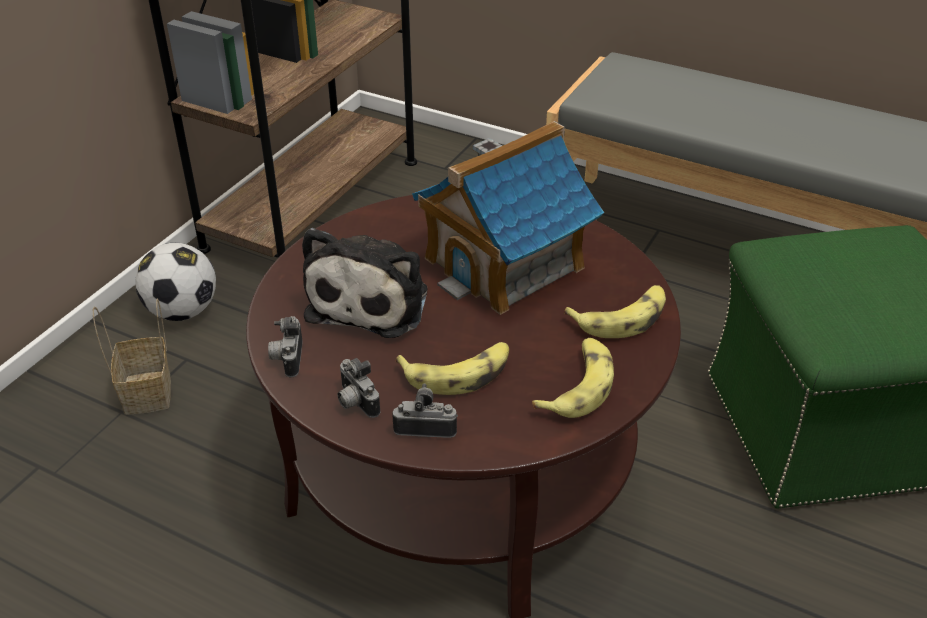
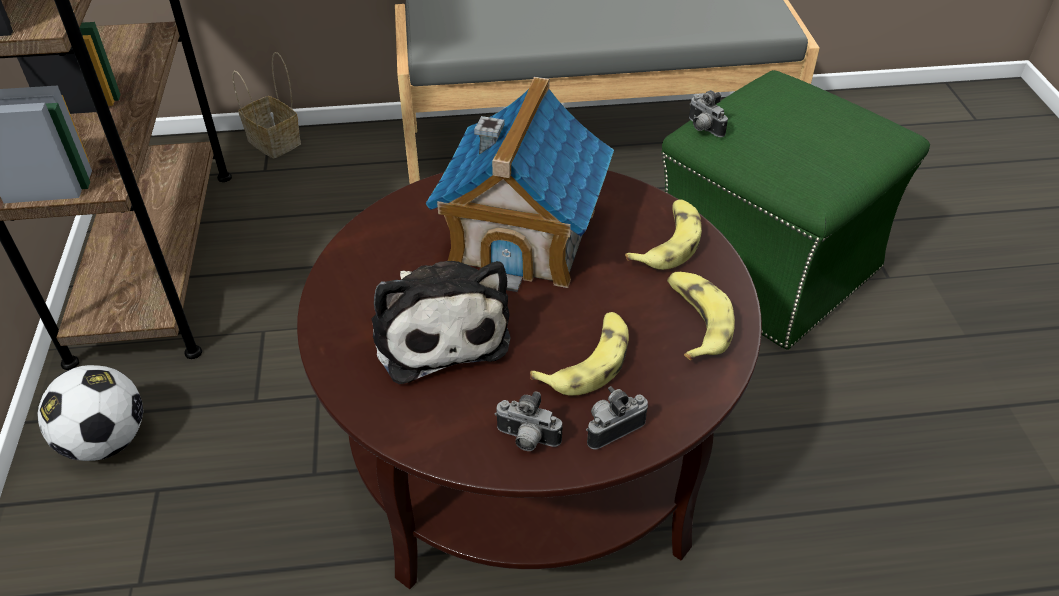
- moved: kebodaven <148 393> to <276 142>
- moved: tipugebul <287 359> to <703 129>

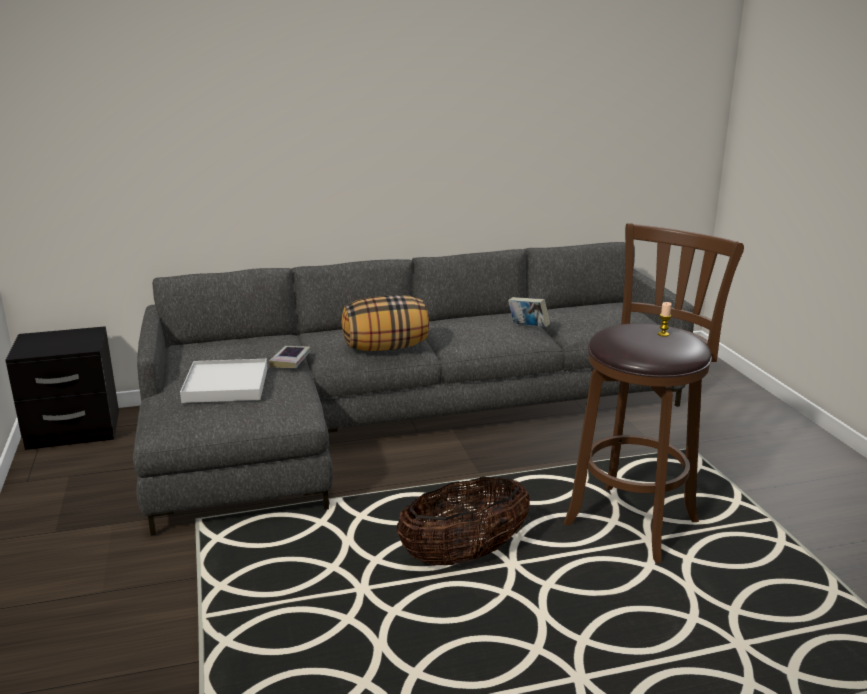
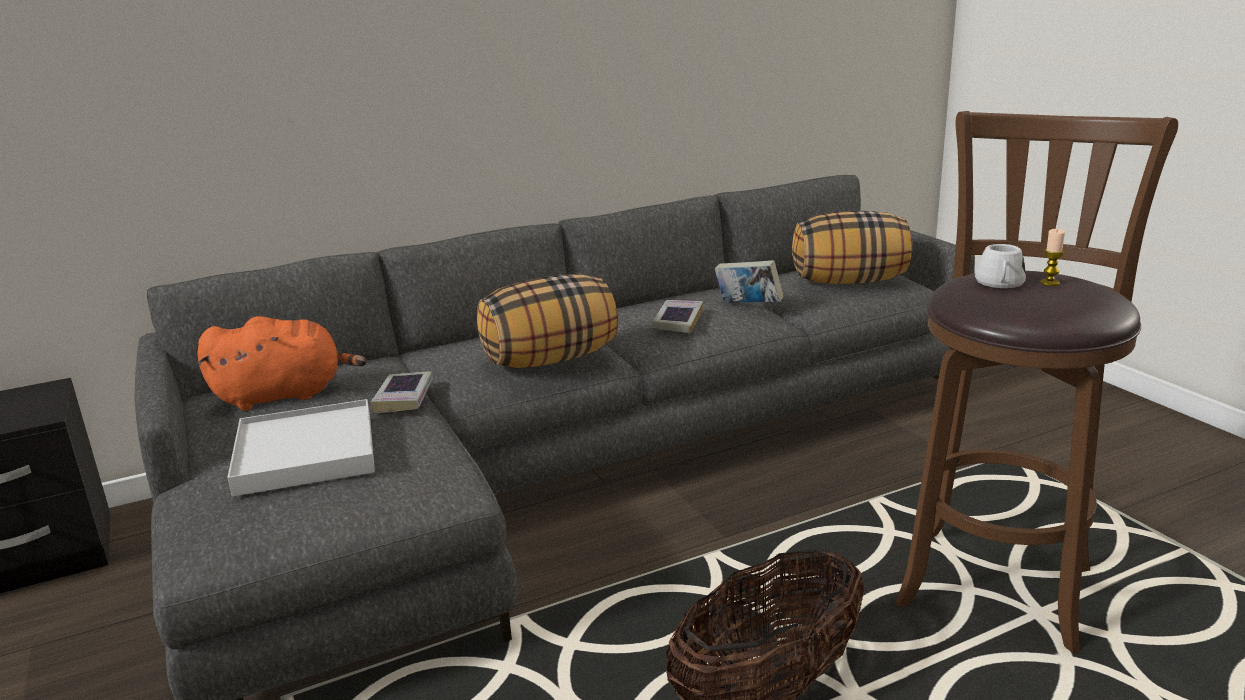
- added: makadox <849 281>
- added: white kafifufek <999 284>
- added: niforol <678 321>
- added: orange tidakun <285 395>

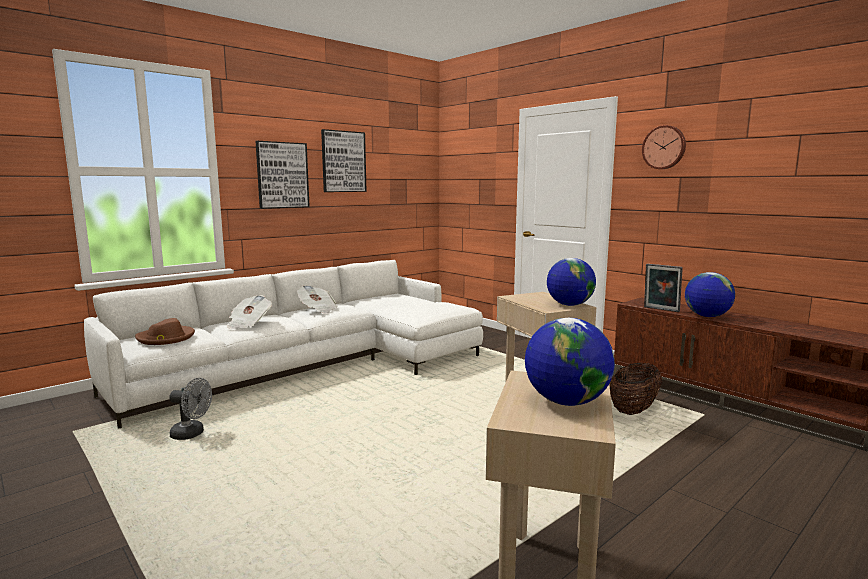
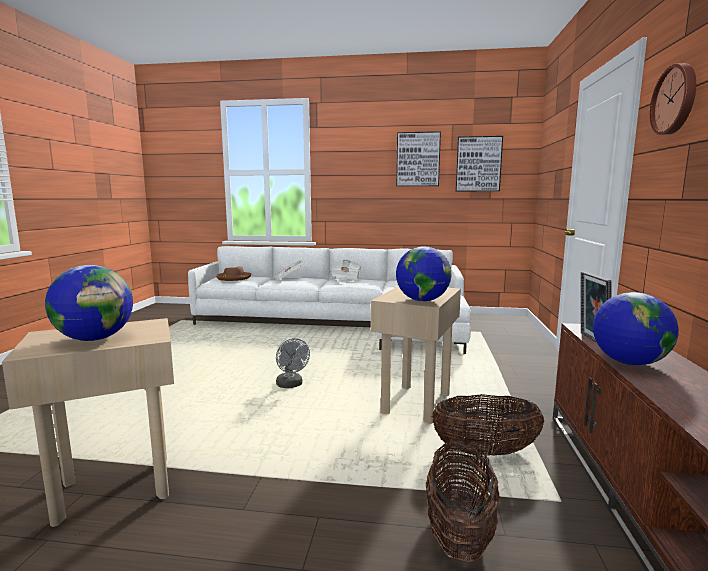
- moved: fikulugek <282 175> to <478 164>
- moved: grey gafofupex <192 434> to <291 385>
- added: kebodaven <459 532>

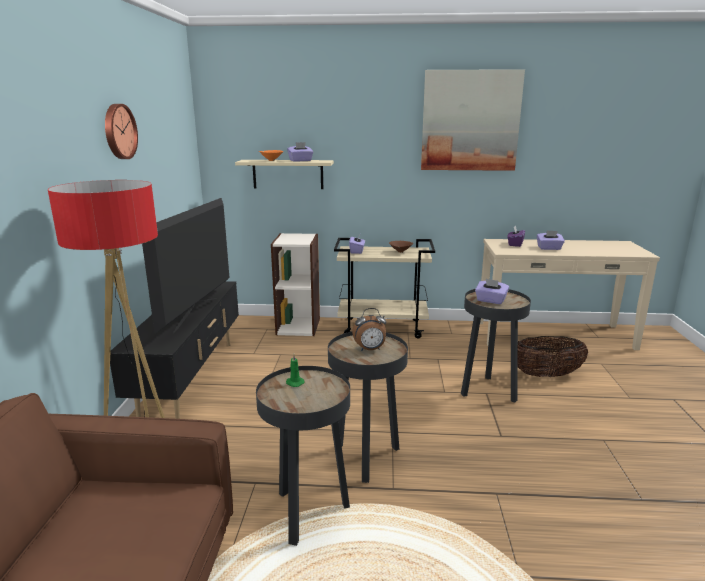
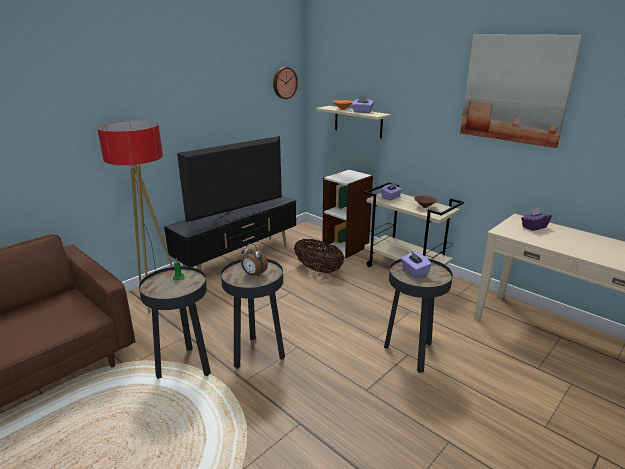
- moved: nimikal <118 131> to <284 83>
- removed: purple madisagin <549 248>
- moved: kebodaven <546 375> to <318 269>

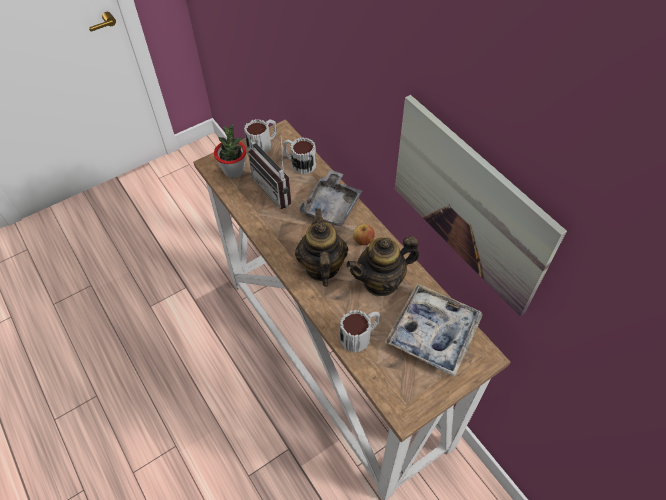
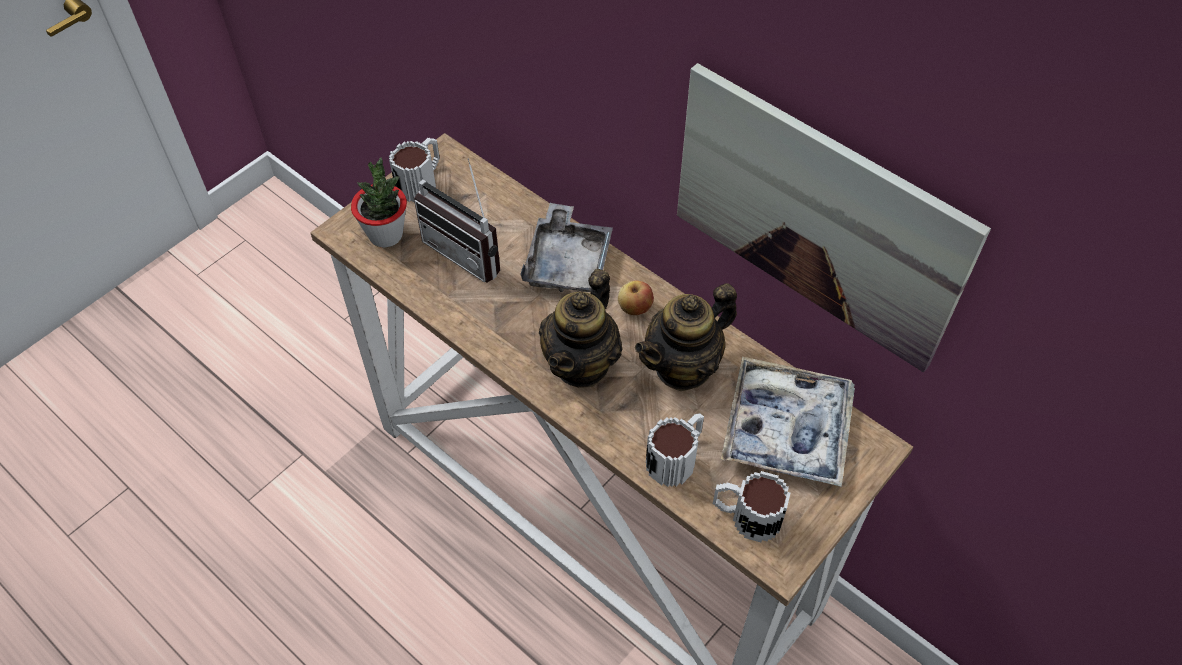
- moved: kafifufek <299 163> to <746 516>
- turned: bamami <321 267> = <582 363> 135 degrees counterclockwise

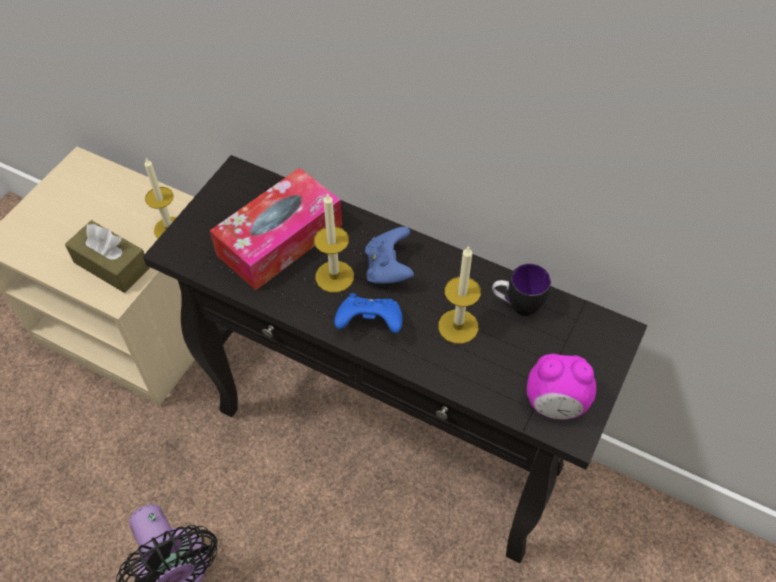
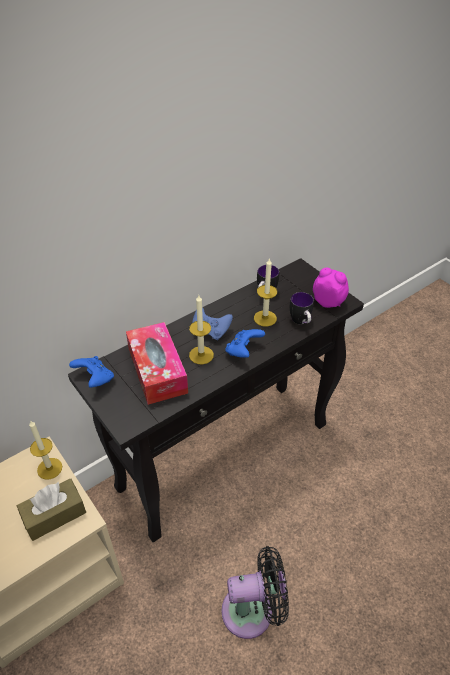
- turned: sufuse <555 404> = <328 302> 90 degrees counterclockwise
- added: kafifufek <301 322>
- added: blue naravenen <95 379>

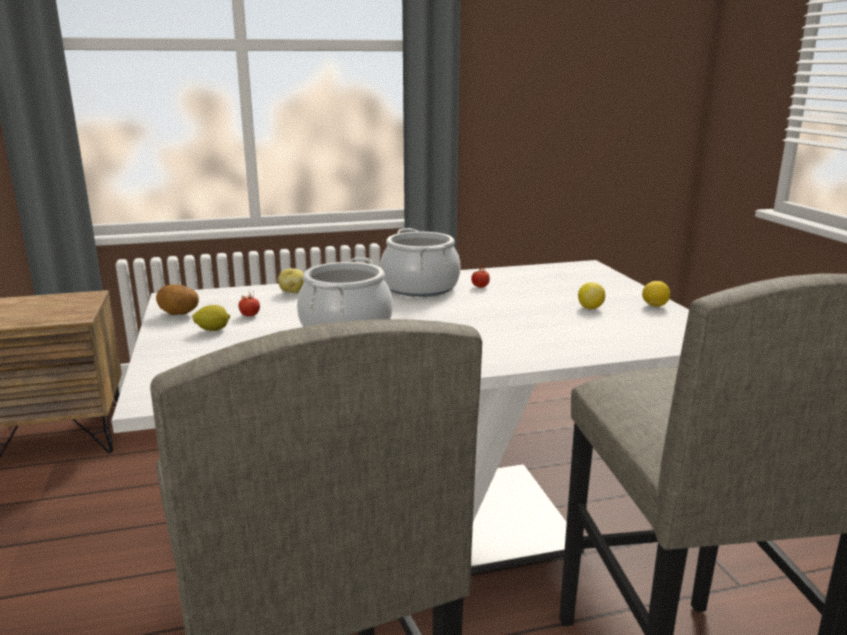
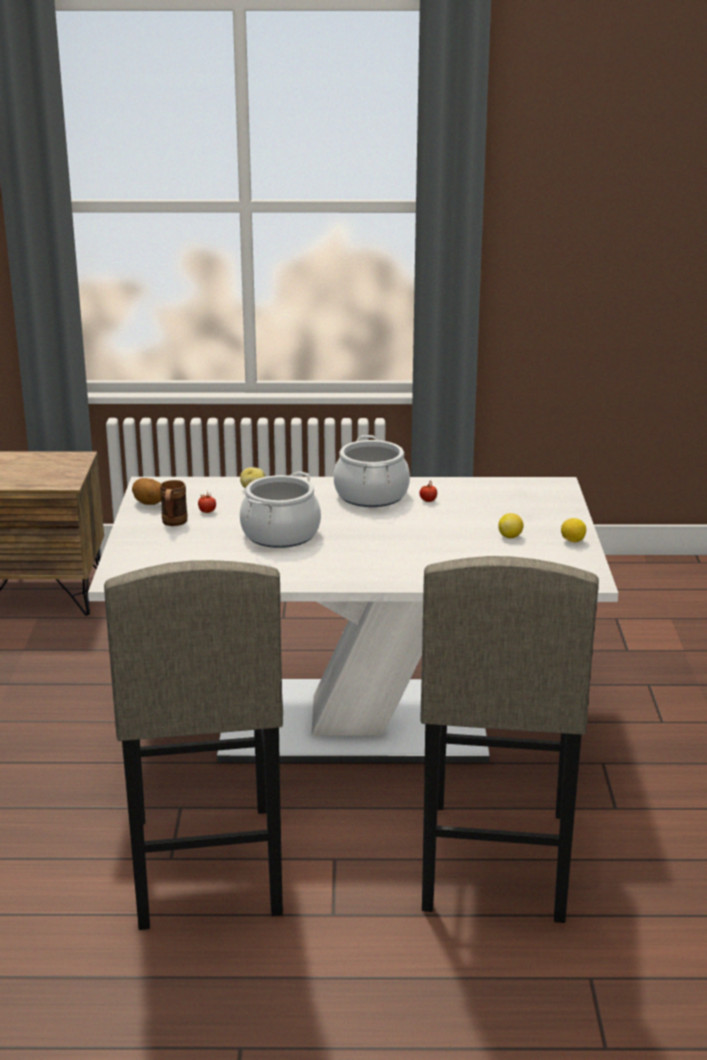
- replaced: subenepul <213 330> to brown kafifufek <173 524>

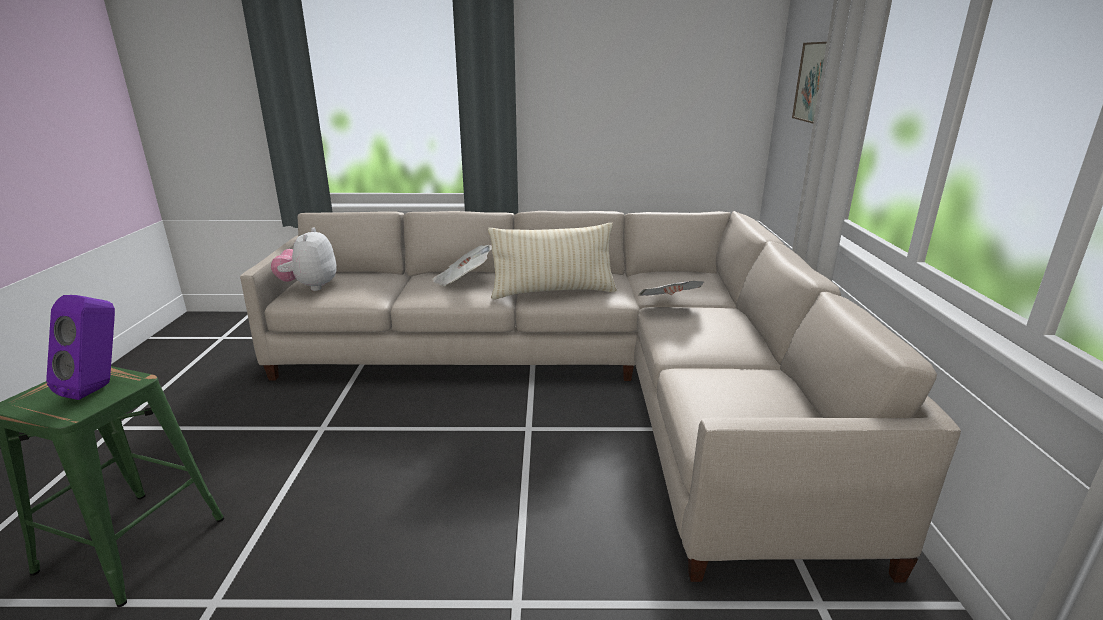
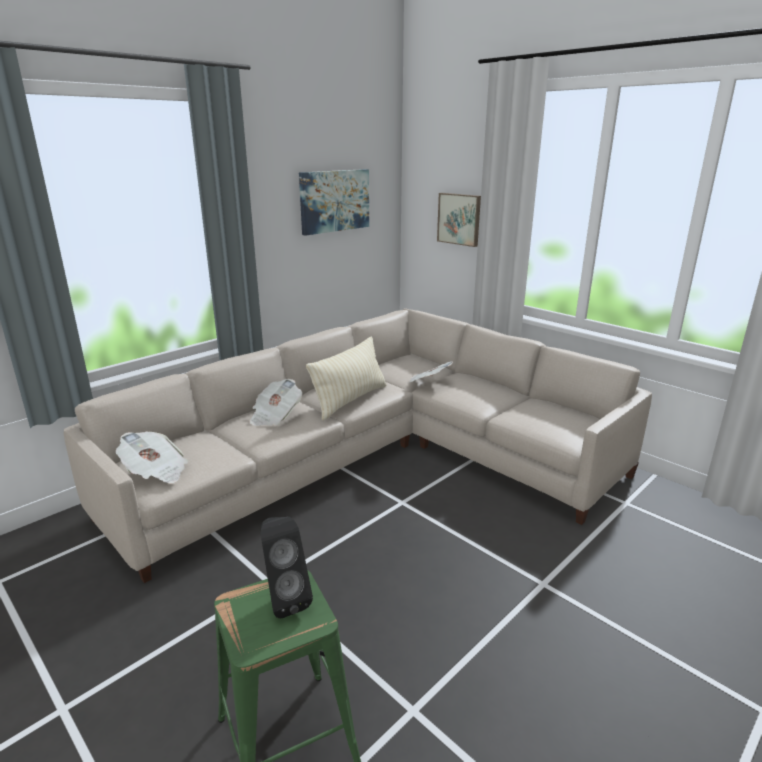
- replaced: tidakun <310 287> to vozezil <156 472>
- recoloured: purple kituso <100 388> to black kituso <284 599>
- added: fikulugek <334 201>

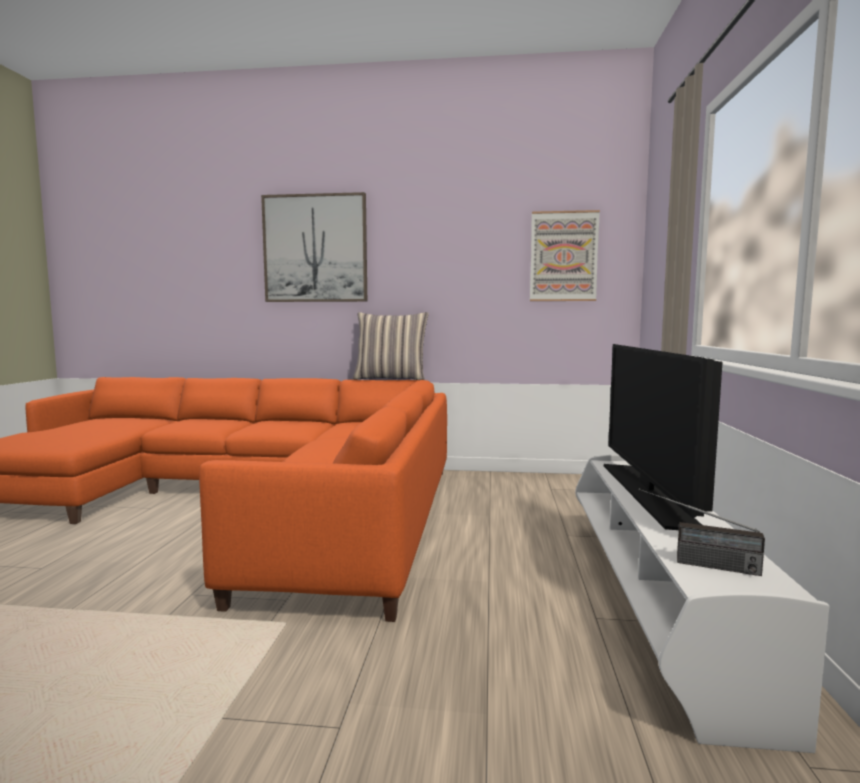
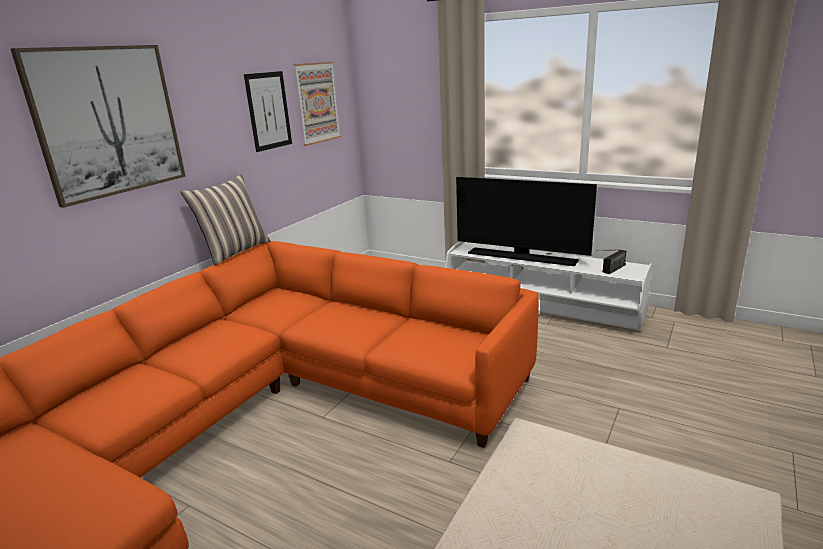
- added: fikulugek <268 111>

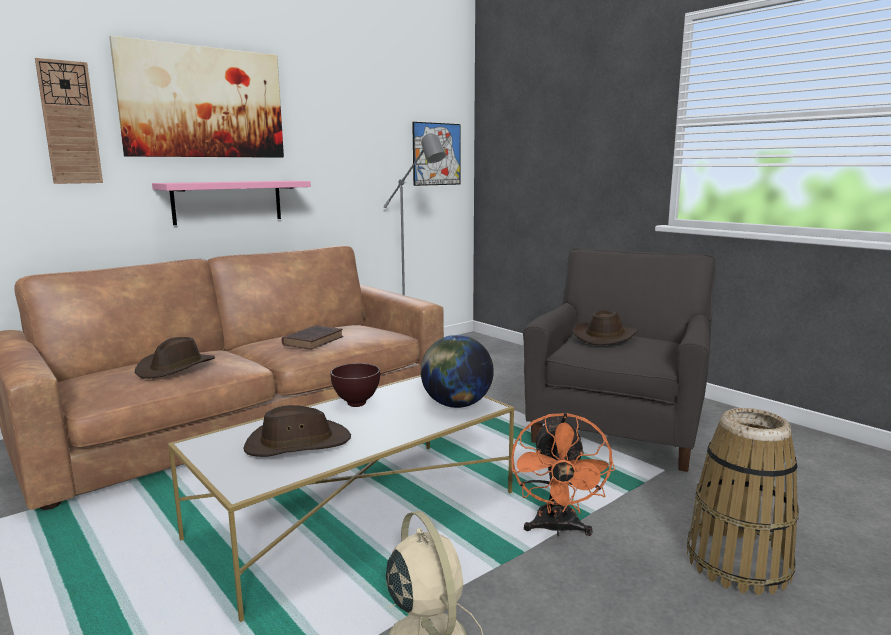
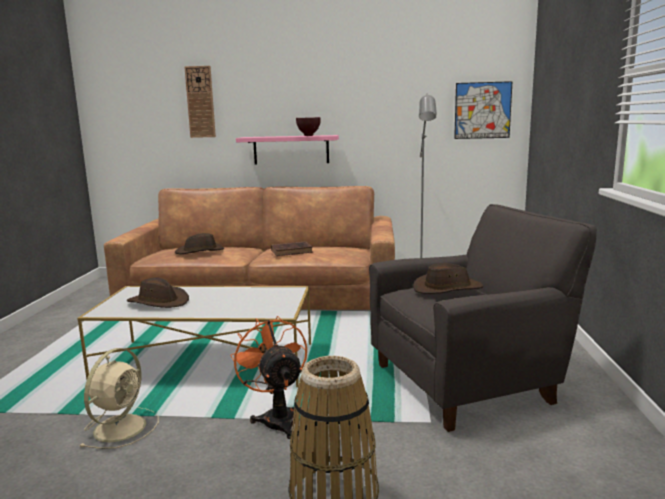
- removed: fikulugek <203 103>
- removed: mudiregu <456 405>
- moved: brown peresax <357 404> to <309 136>
- turned: orange gafofupex <557 529> = <277 418> 105 degrees clockwise

